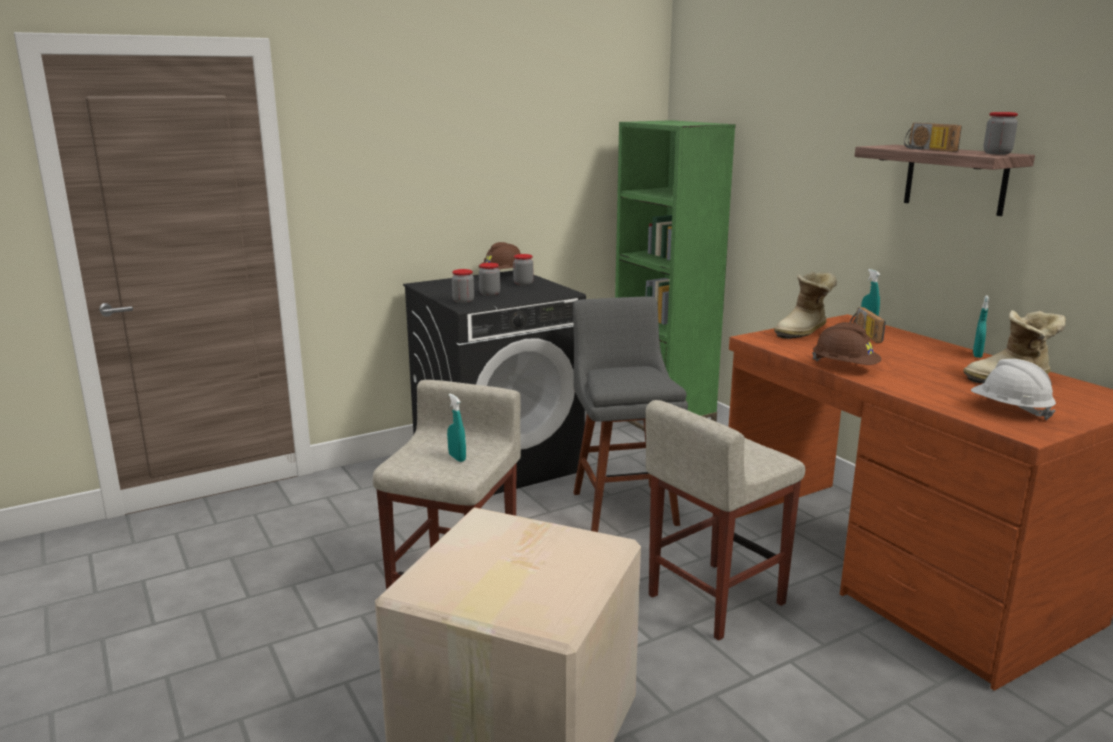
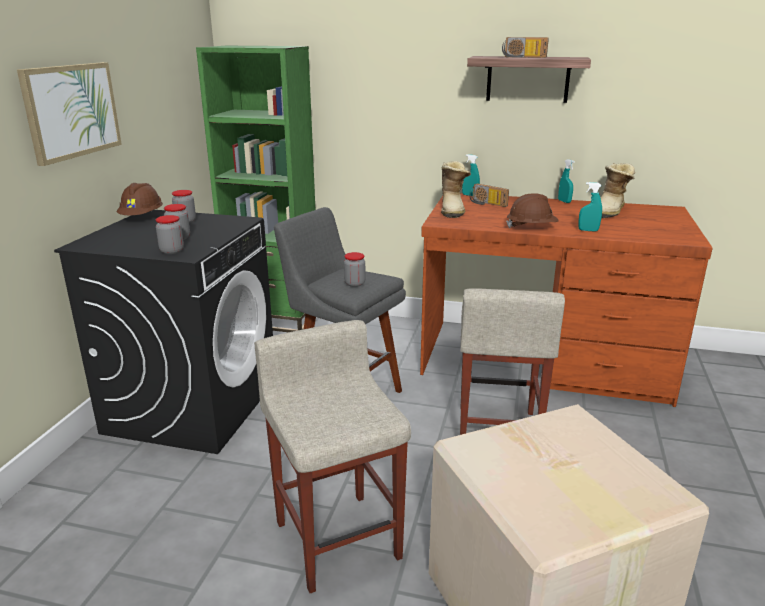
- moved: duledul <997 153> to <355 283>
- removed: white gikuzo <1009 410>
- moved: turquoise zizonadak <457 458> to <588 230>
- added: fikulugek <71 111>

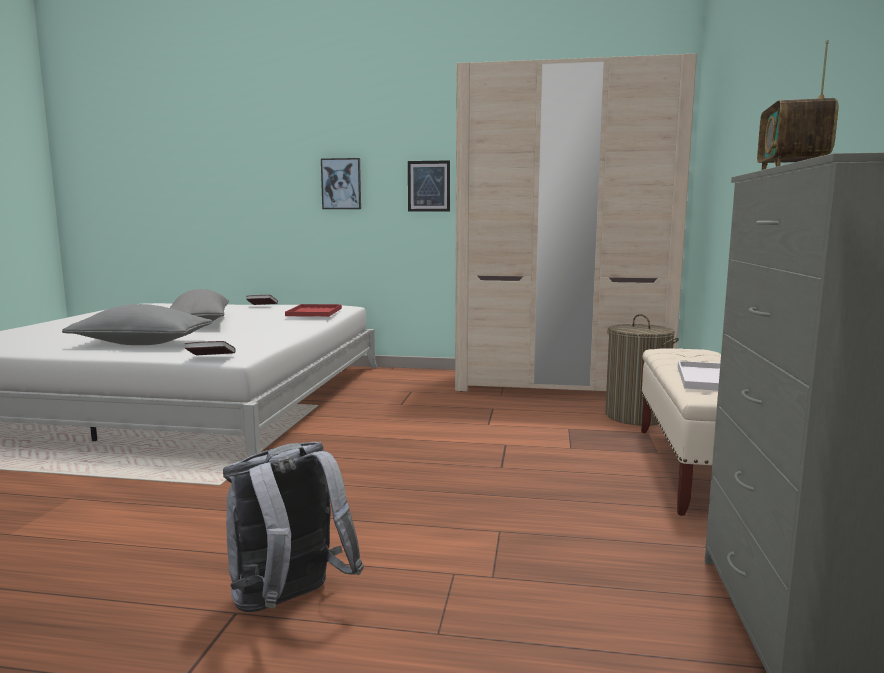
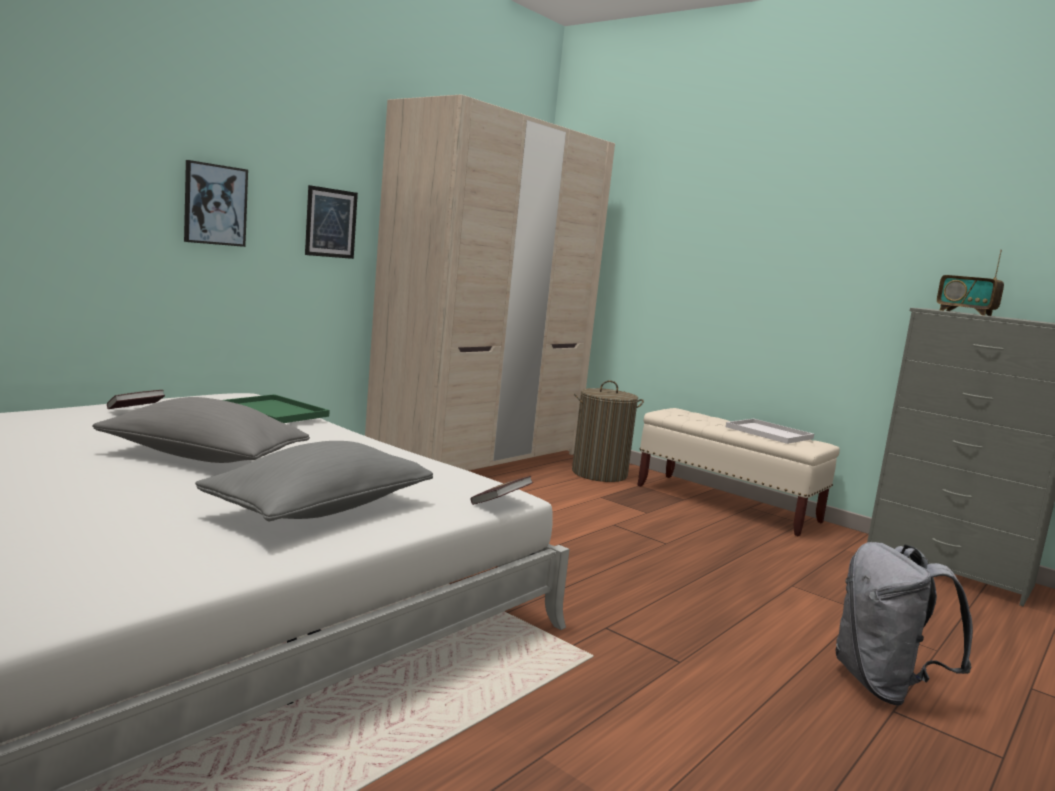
- recoloured: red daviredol <314 312> to green daviredol <276 411>

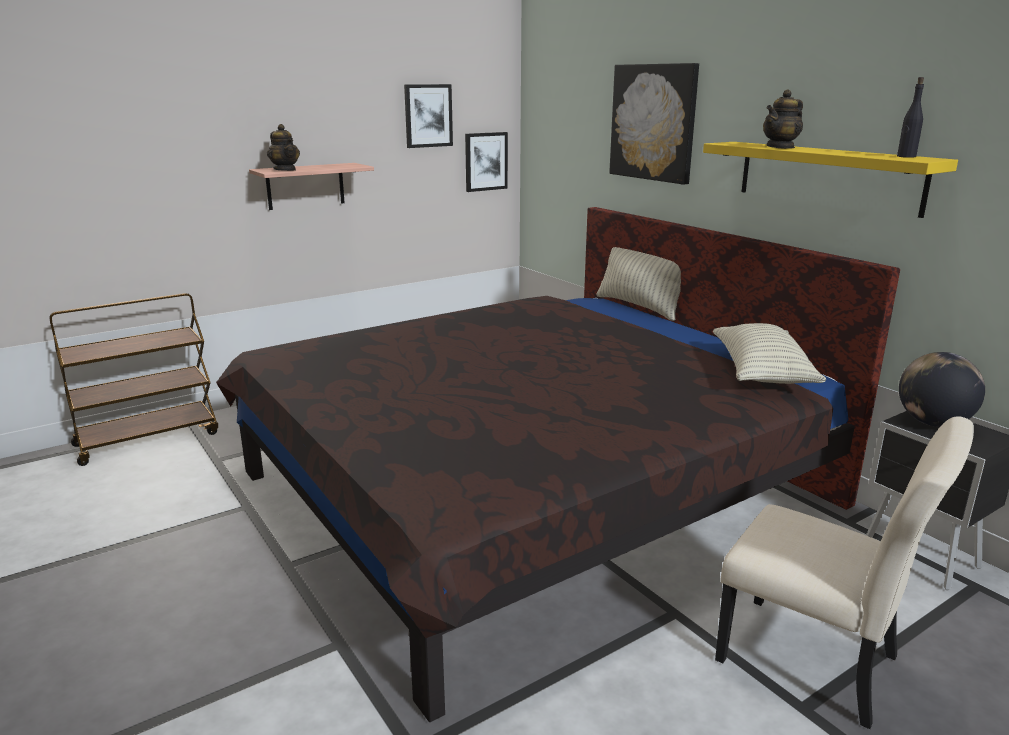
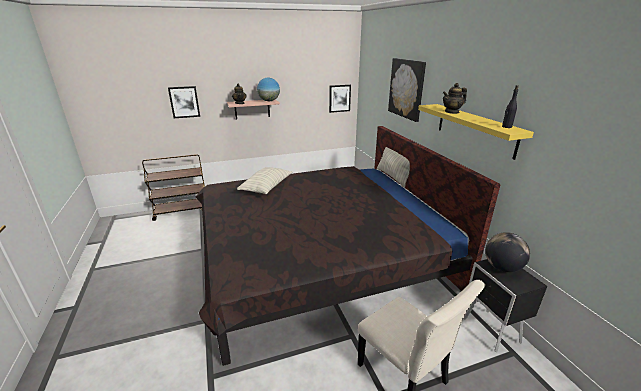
- moved: fikulugek <428 115> to <184 102>
- moved: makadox <761 373> to <266 187>
- added: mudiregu <269 101>

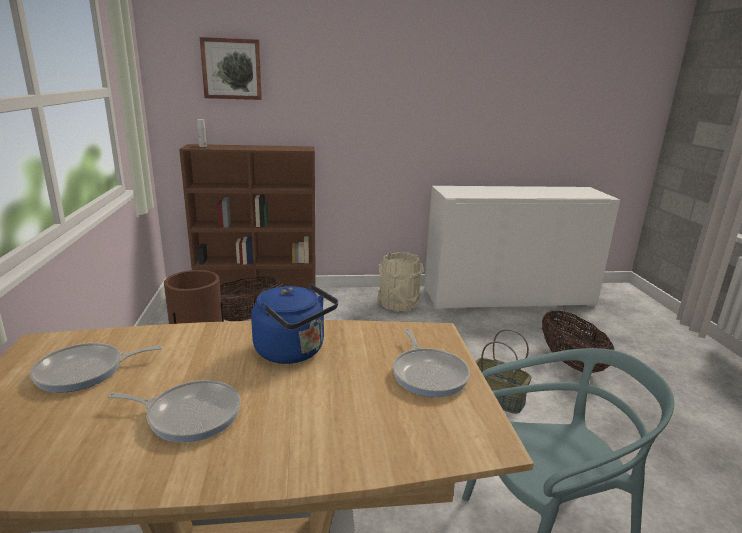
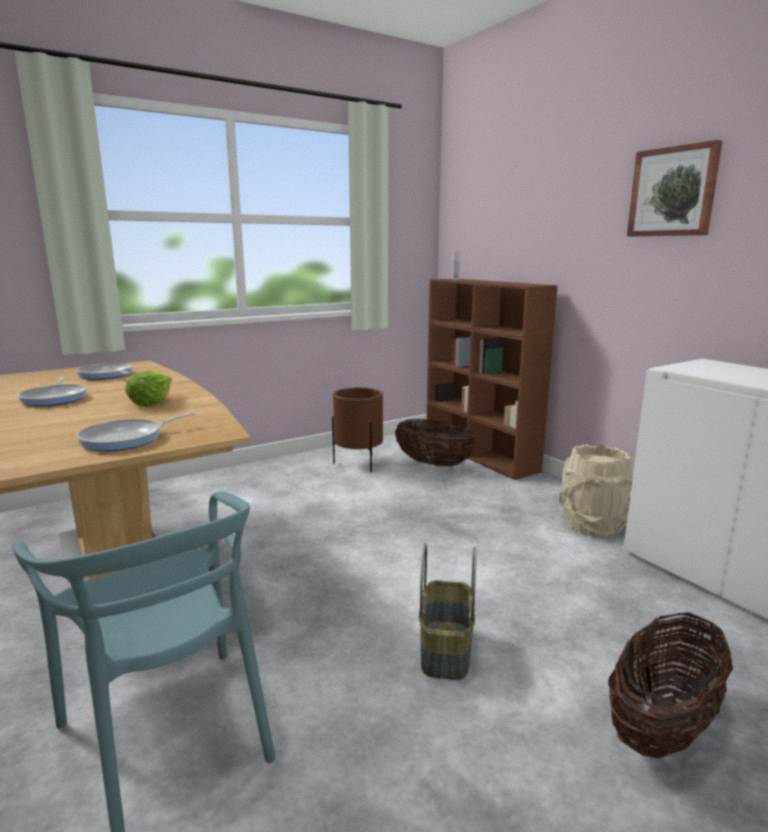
- moved: fikulugek <232 69> to <673 192>
- replaced: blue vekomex <293 352> to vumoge <151 402>

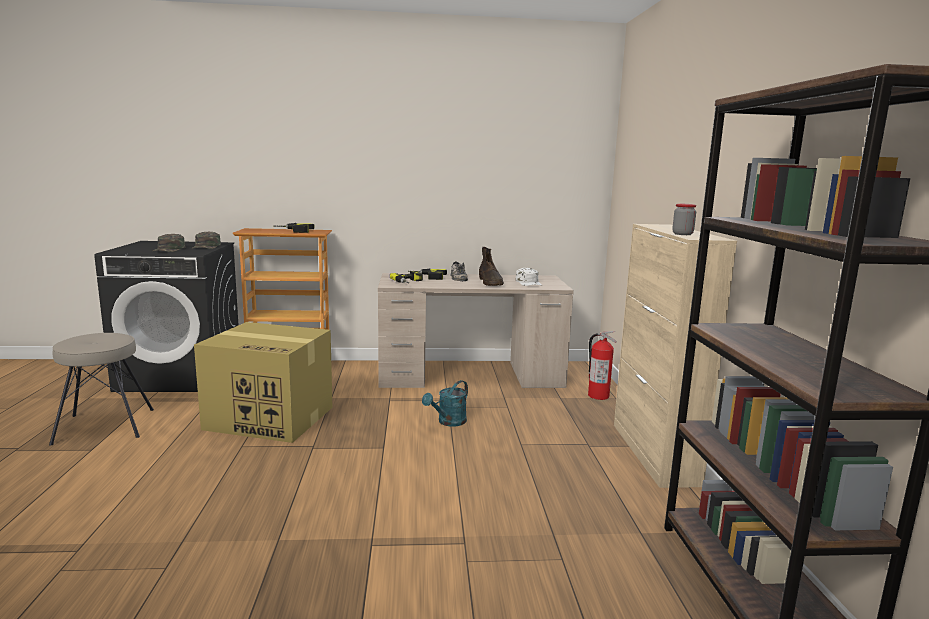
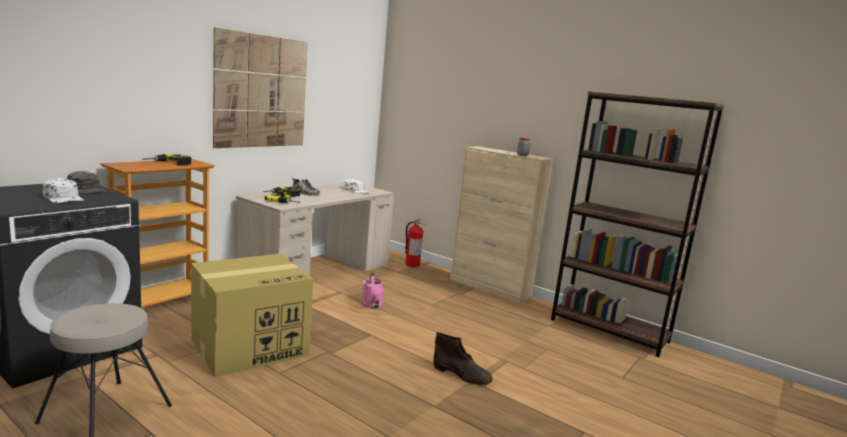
- recoloured: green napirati <169 249> to white napirati <64 198>
- moved: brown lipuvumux <490 283> to <462 375>
- recoloured: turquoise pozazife <448 422> to pink pozazife <372 306>
- added: fikulugek <262 92>

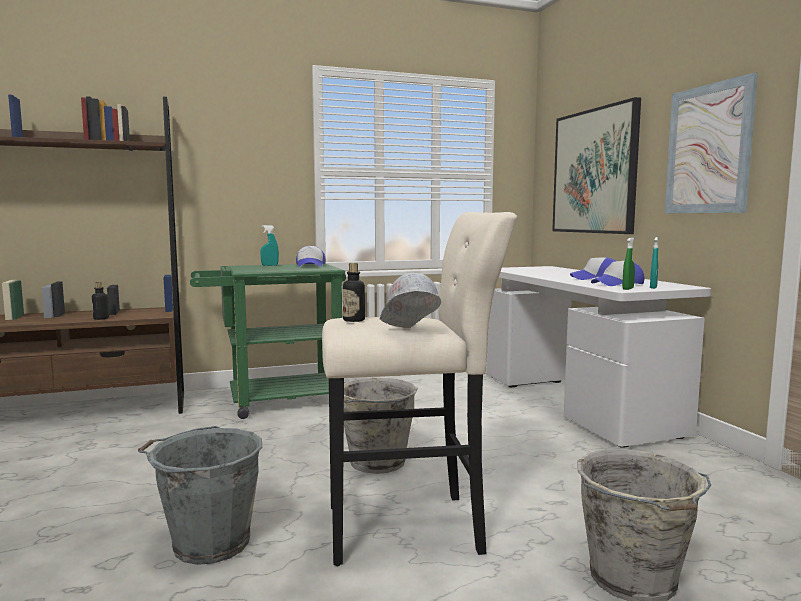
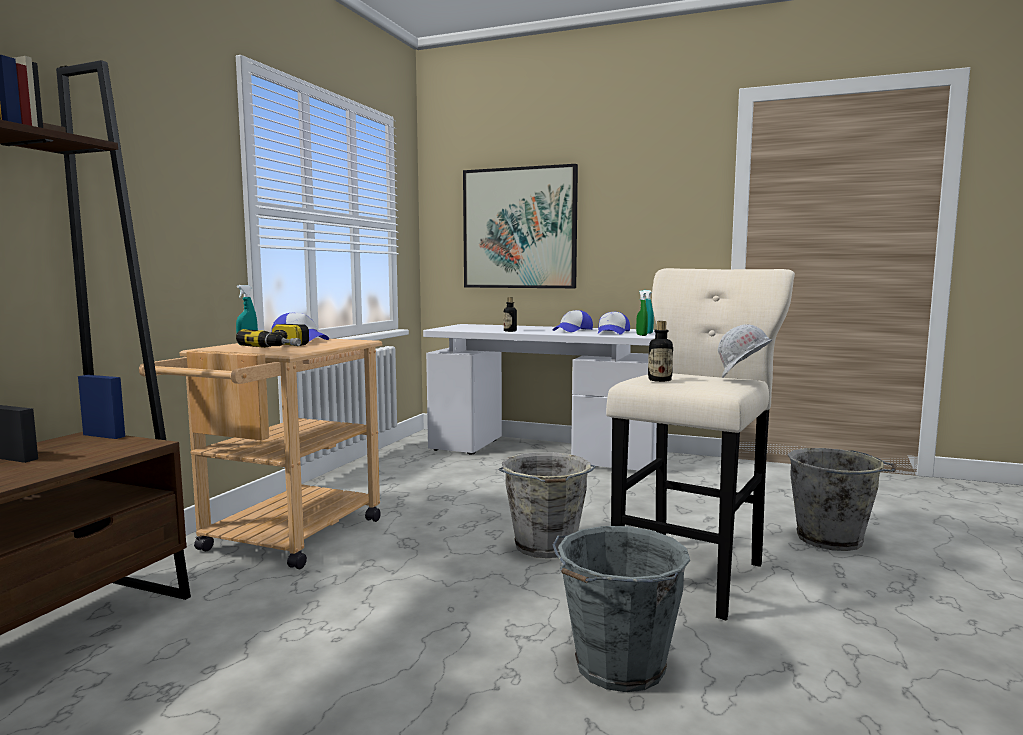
- removed: fikulugek <708 149>
- recoloured: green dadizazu <273 402> to beige dadizazu <283 540>
- moved: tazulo <101 318> to <510 331>
- added: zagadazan <286 348>

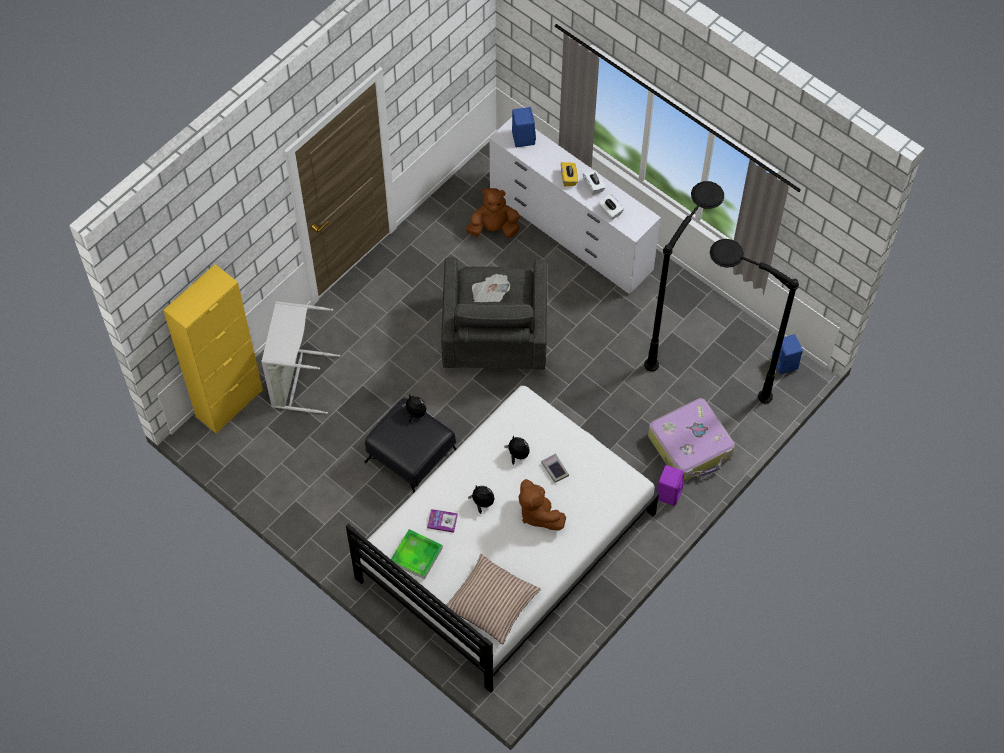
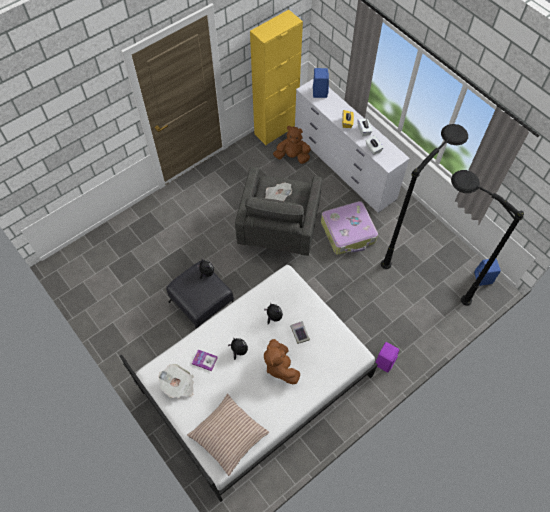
- moved: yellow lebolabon <229 403> to <276 129>
- removed: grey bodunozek <297 380>
- moved: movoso <691 446> to <348 232>
- replaced: daviredol <416 555> to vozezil <178 385>

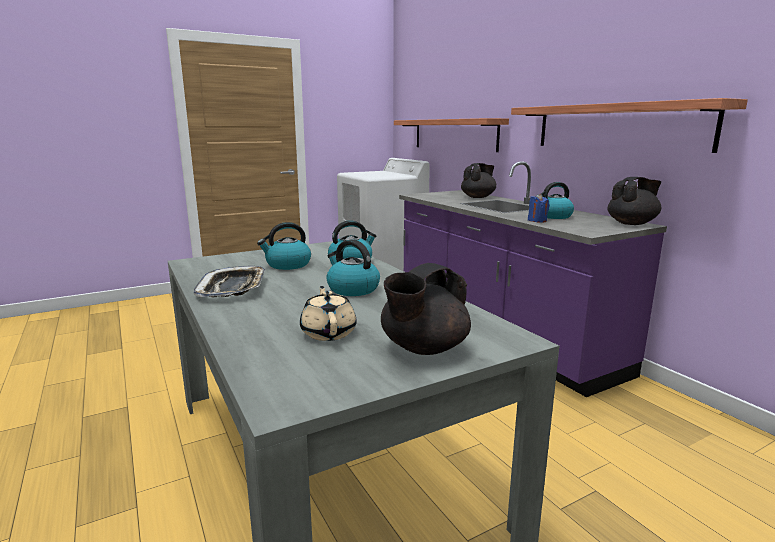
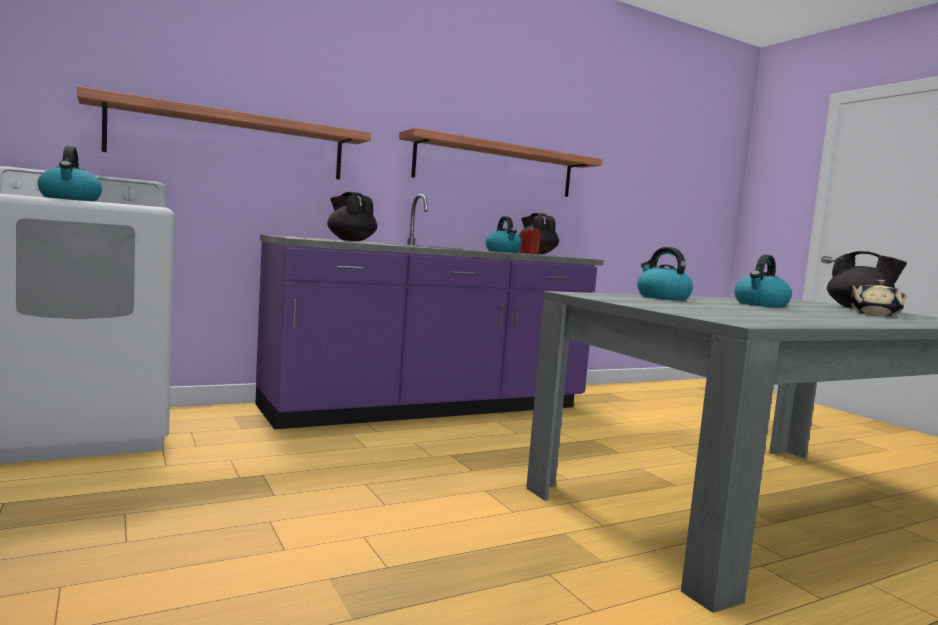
- recoloured: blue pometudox <537 221> to red pometudox <529 254>
- moved: vekomex <287 265> to <70 199>
- removed: daviredol <233 288>

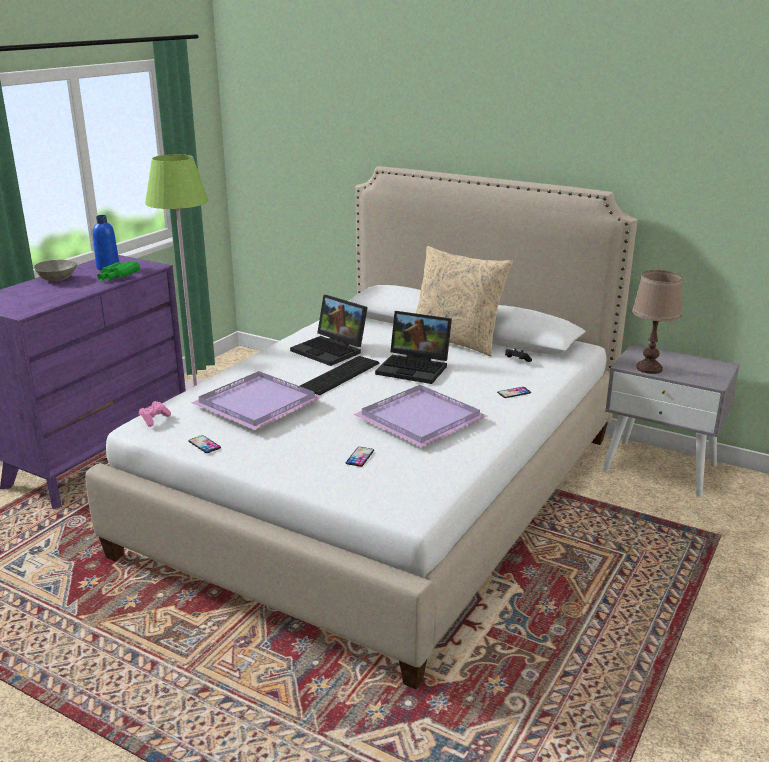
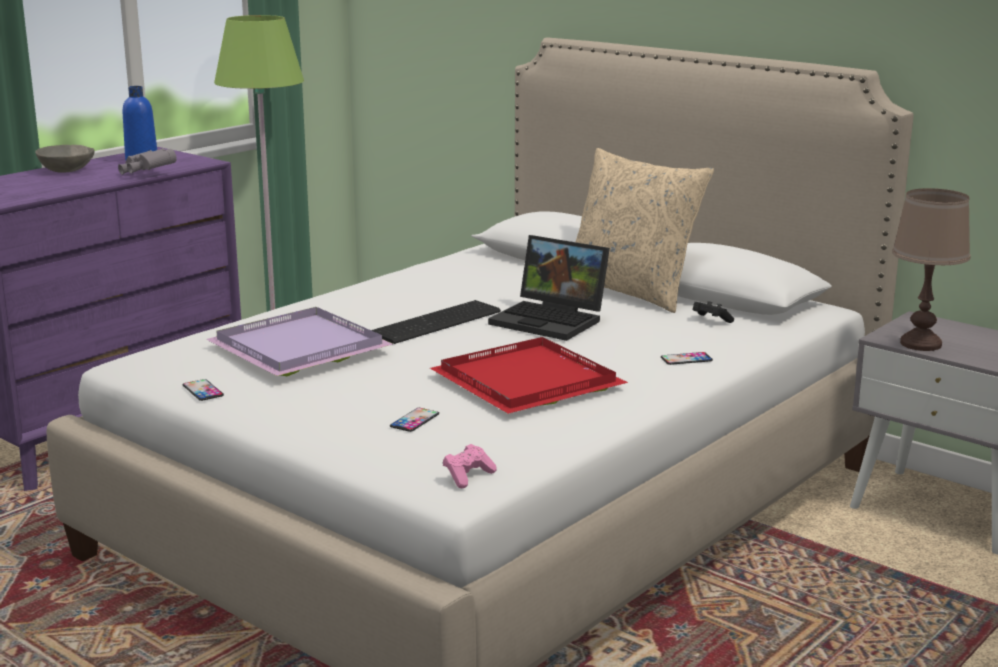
- recoloured: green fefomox <118 279> to grey fefomox <146 174>
- removed: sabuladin <331 350>
- recoloured: purple daviredol <423 419> to red daviredol <531 382>
- moved: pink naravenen <154 419> to <468 476>

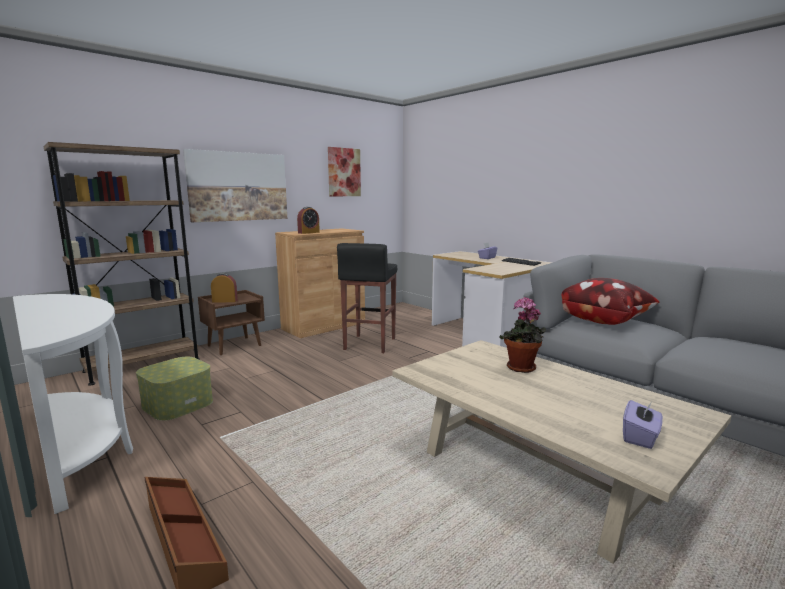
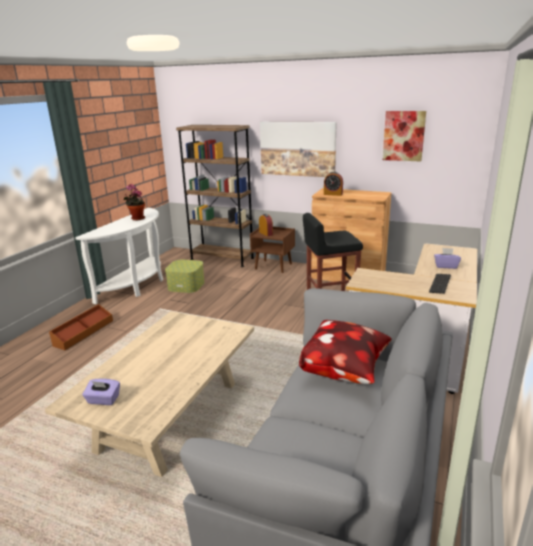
- moved: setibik <521 369> to <136 218>

